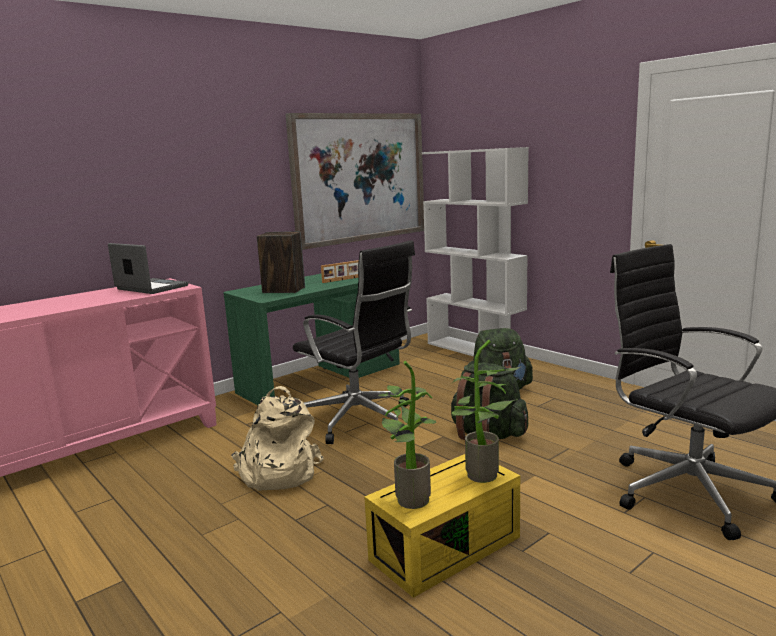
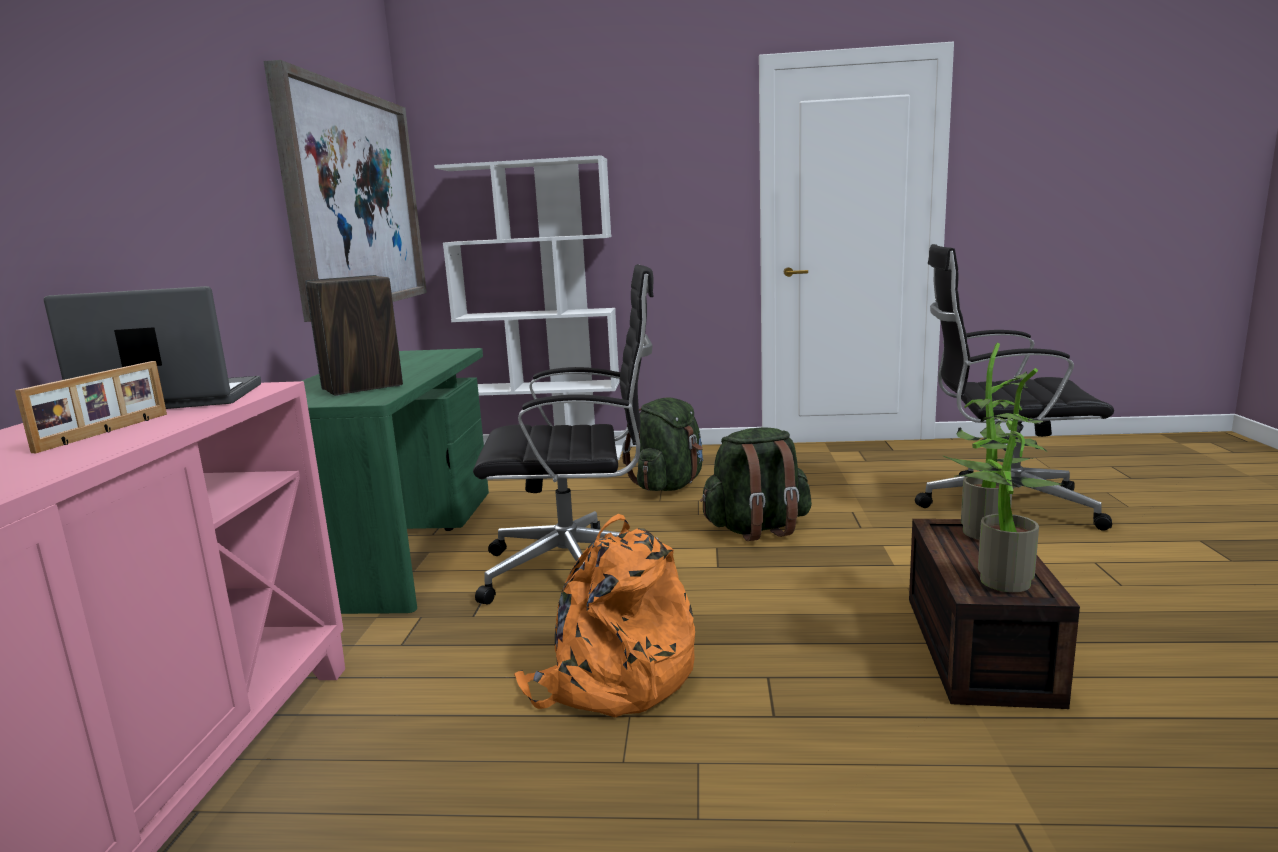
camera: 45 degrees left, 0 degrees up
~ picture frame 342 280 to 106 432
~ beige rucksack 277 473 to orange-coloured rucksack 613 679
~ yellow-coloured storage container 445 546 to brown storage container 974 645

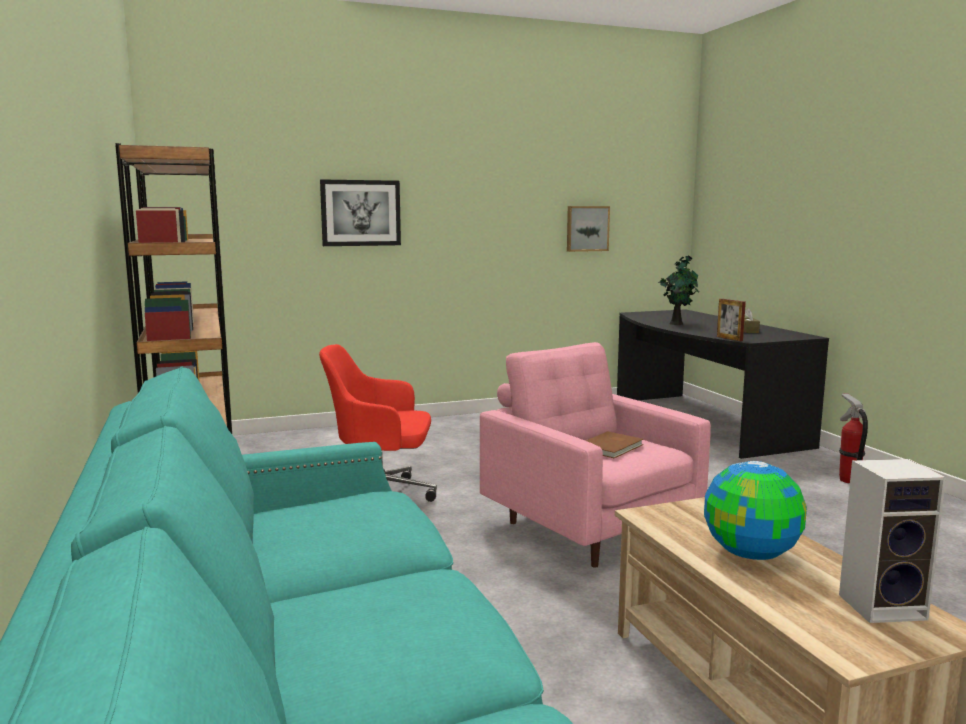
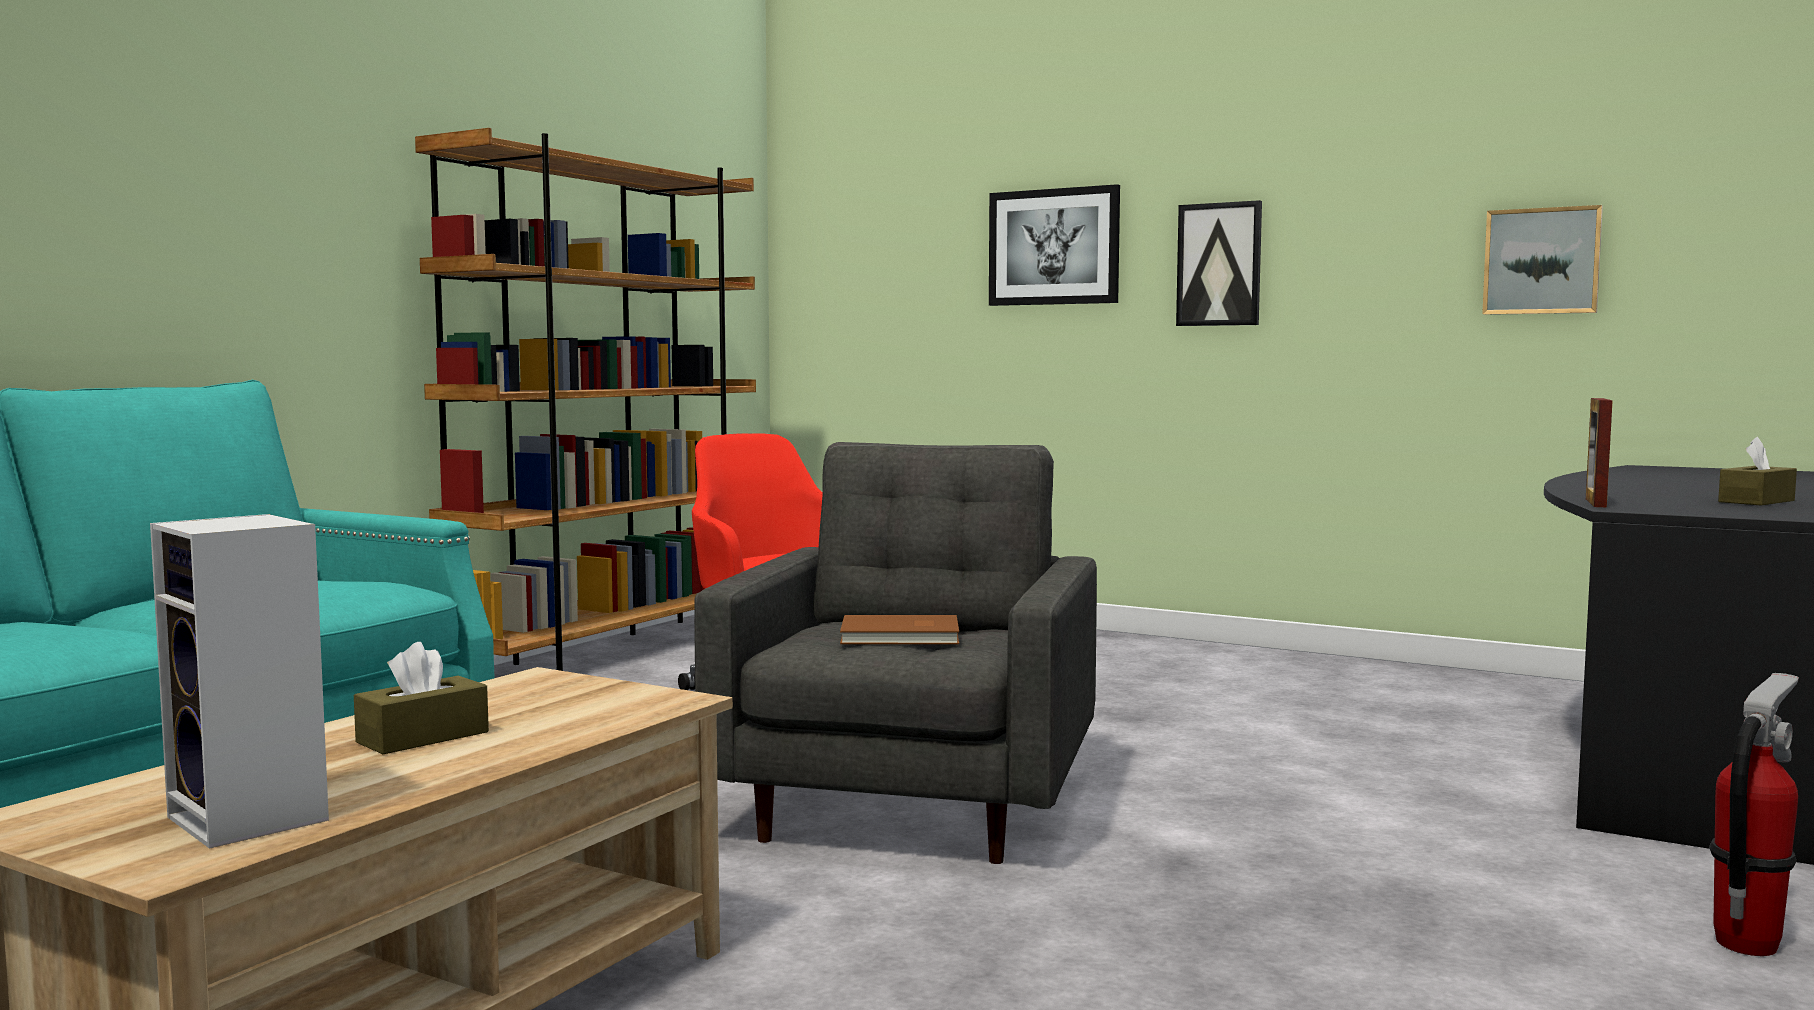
camera: 50 degrees right, 5 degrees down
~ desk globe 751 554 to brown box of tissues 423 737
~ pinkish armchair 589 527 to gray armchair 914 805
+ wall picture 1219 264
- houseplant 677 323

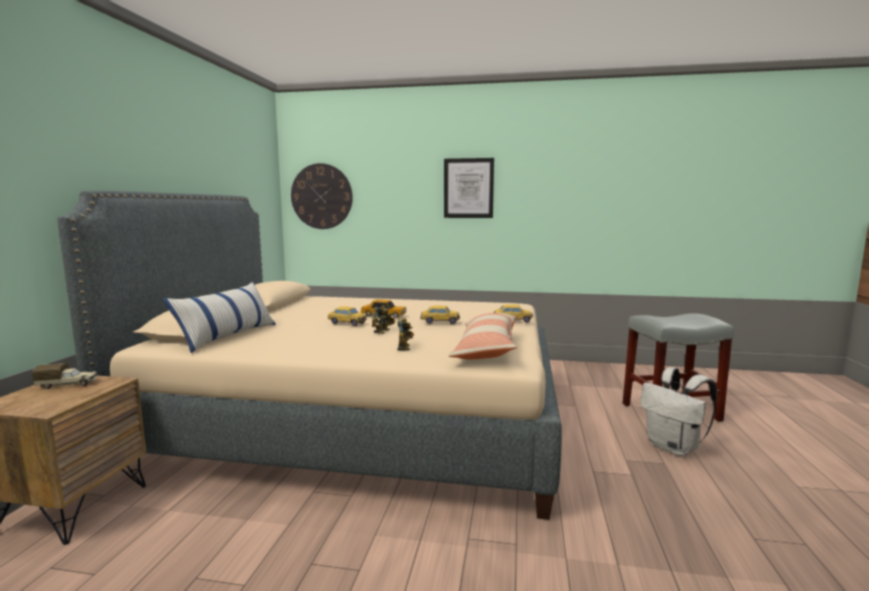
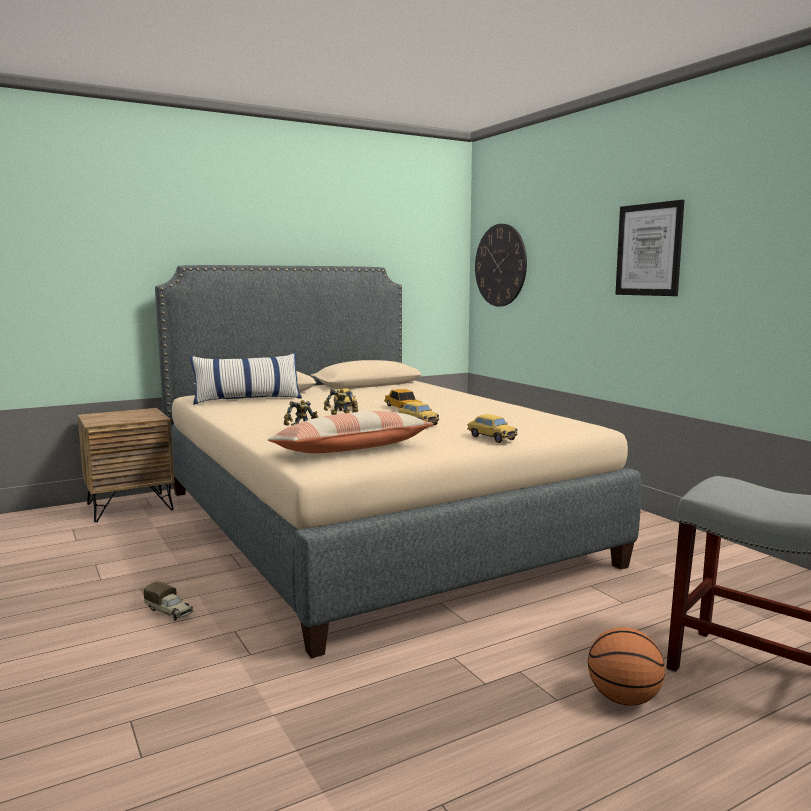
camera: 50 degrees right, 0 degrees up
~ toy truck 68 385 to 170 612
~ white-coloured rucksack 674 448 to basketball 623 699

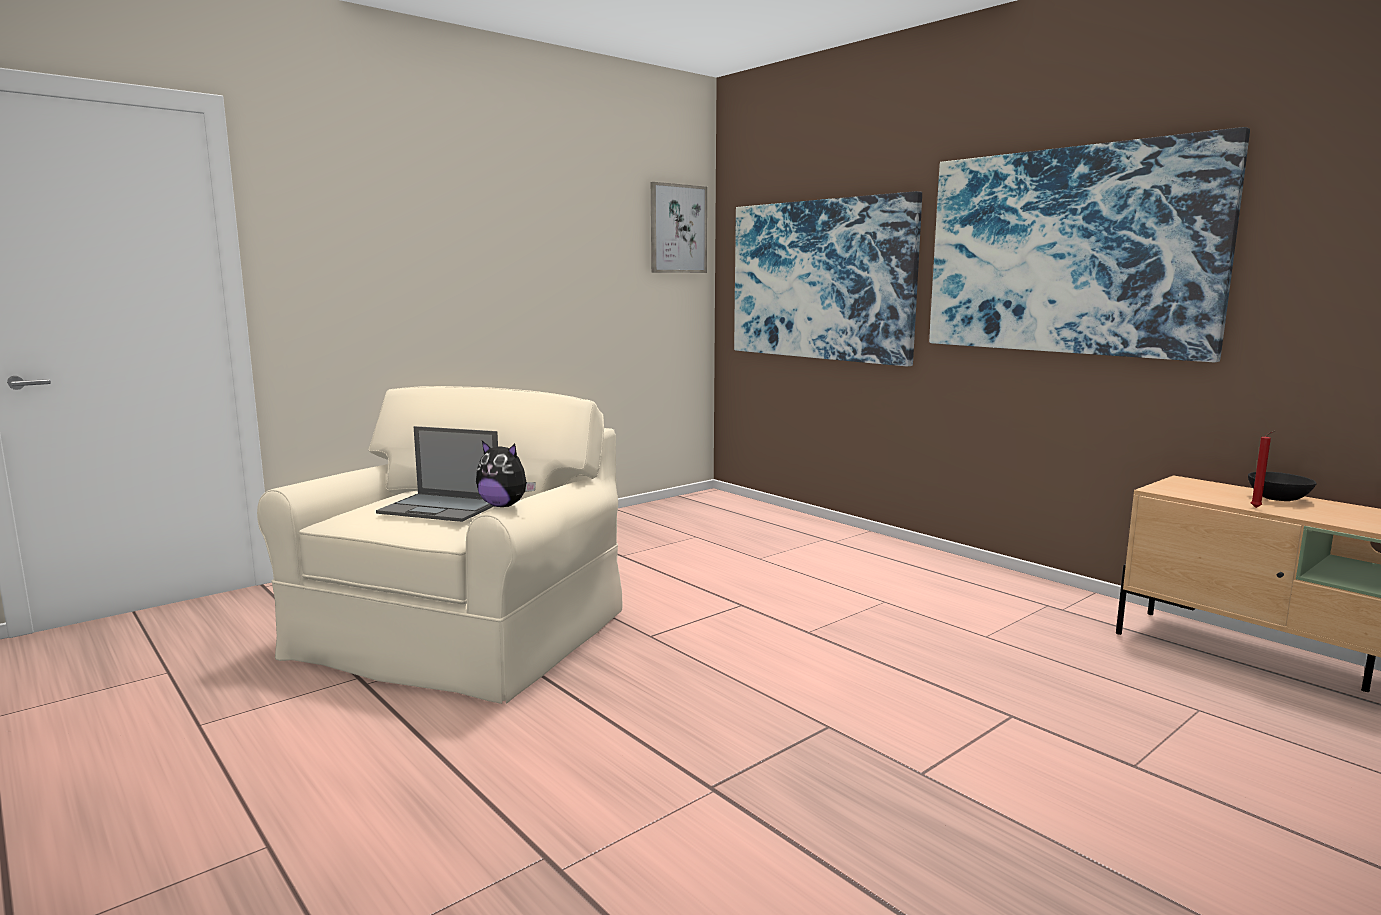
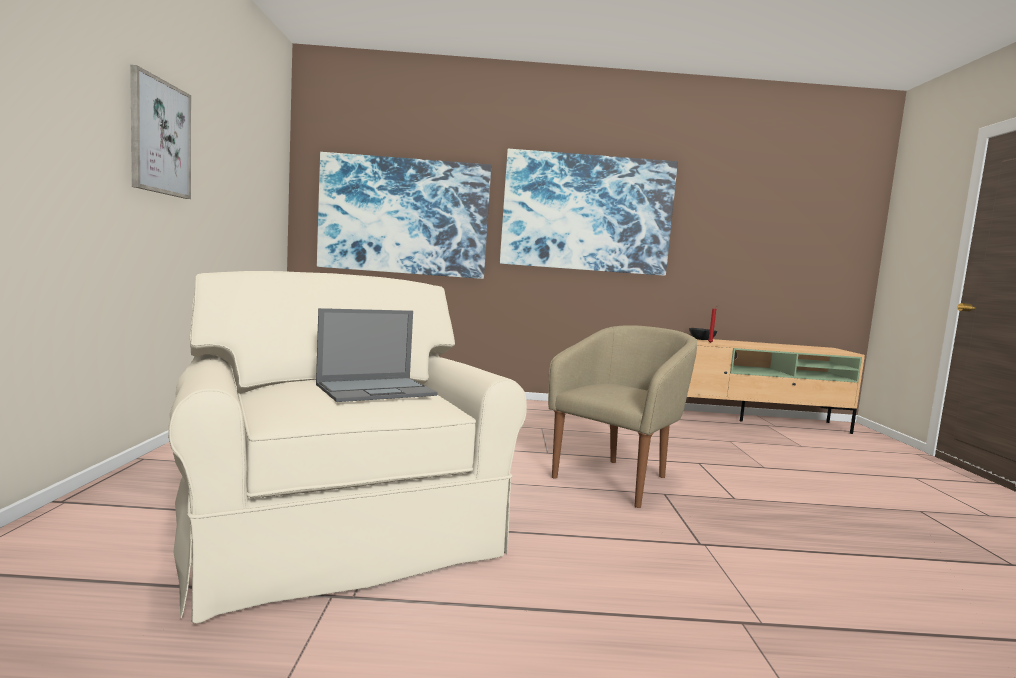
camera: 50 degrees left, 5 degrees down
~ wall picture 678 229 to 160 137
+ beige armchair 617 479
- cuddly toy 504 505

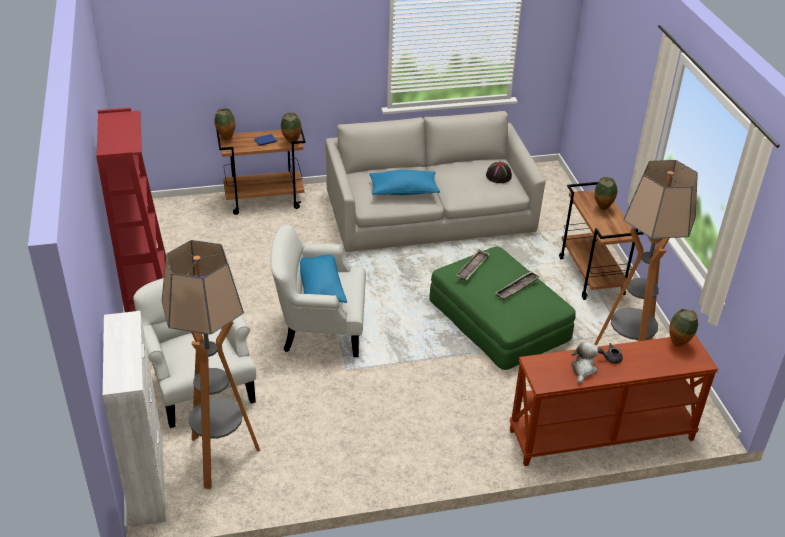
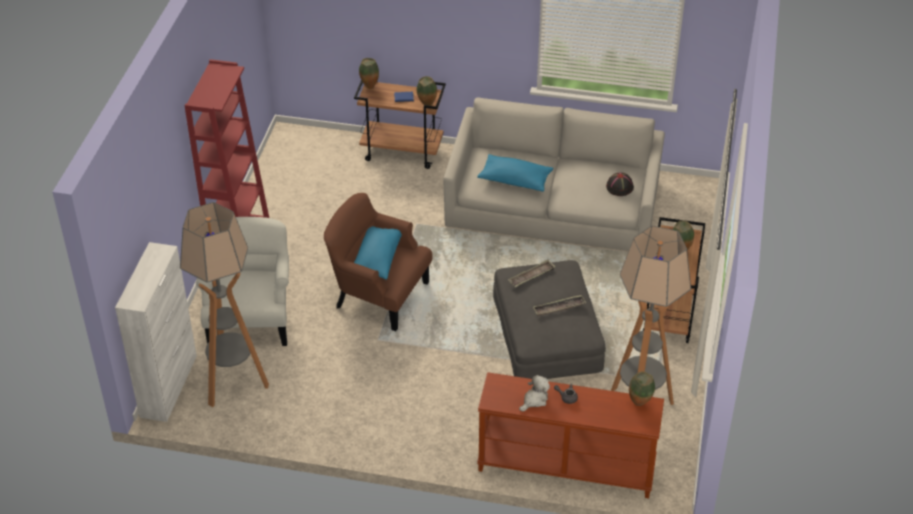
camera: 25 degrees right, 5 degrees up
~ white-coloured armchair 320 329 to brown armchair 378 295
~ green-coloured pouffe 498 319 to gray pouffe 546 332

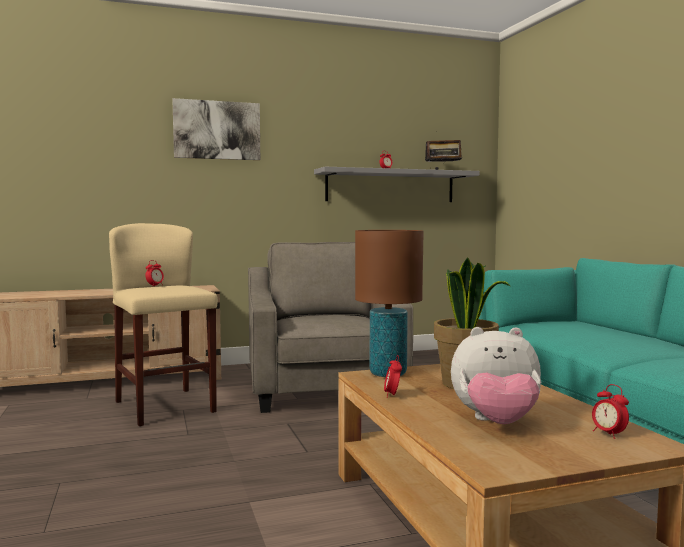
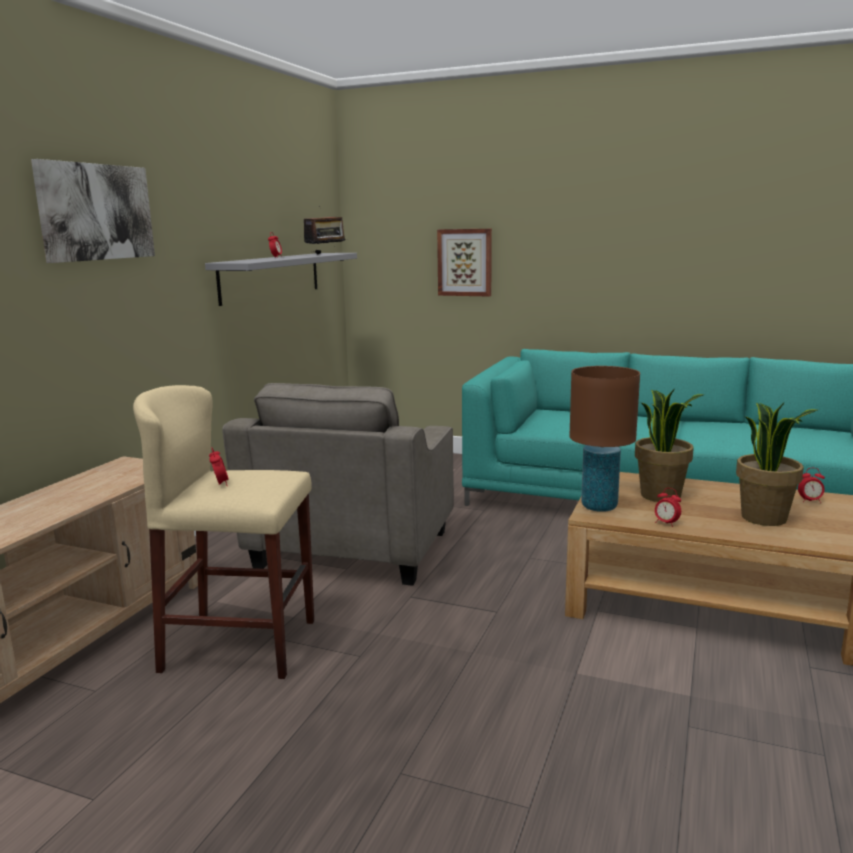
camera: 50 degrees left, 10 degrees up
~ gray armchair 325 392 = 351 550 105 degrees counterclockwise
+ wall picture 465 262
~ cuddly toy 496 423 to houseplant 765 518

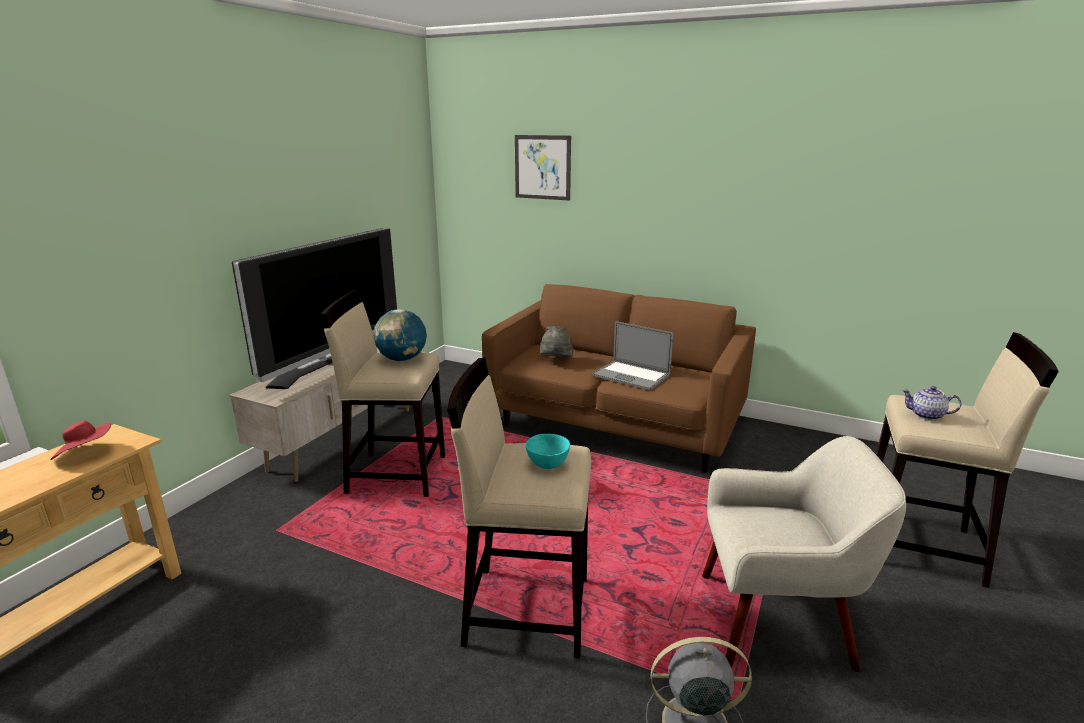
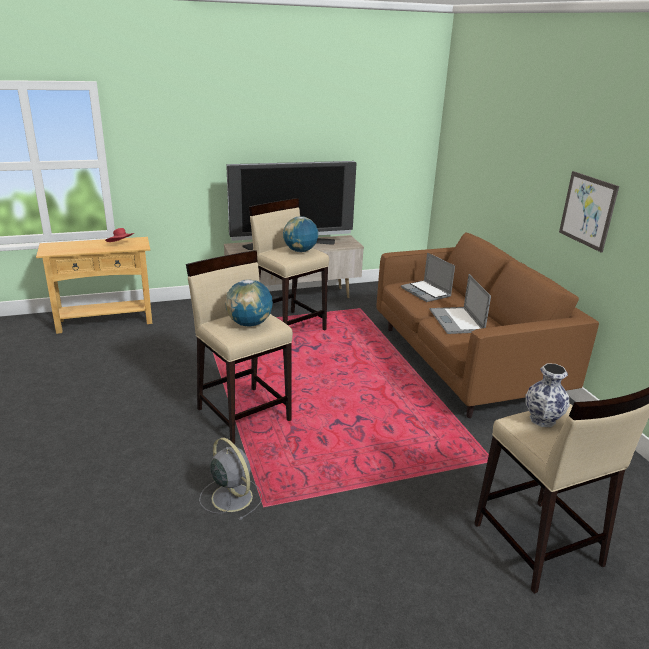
camera: 45 degrees right, 5 degrees up
~ turquoise-coloured deep dish 547 465 to desk globe 249 324
~ gray wearable hat 555 361 to notebook computer 426 292
~ pot for tea 927 415 to decorative vase 542 420
~ wall picture 542 167 to 587 210
- beige armchair 777 621

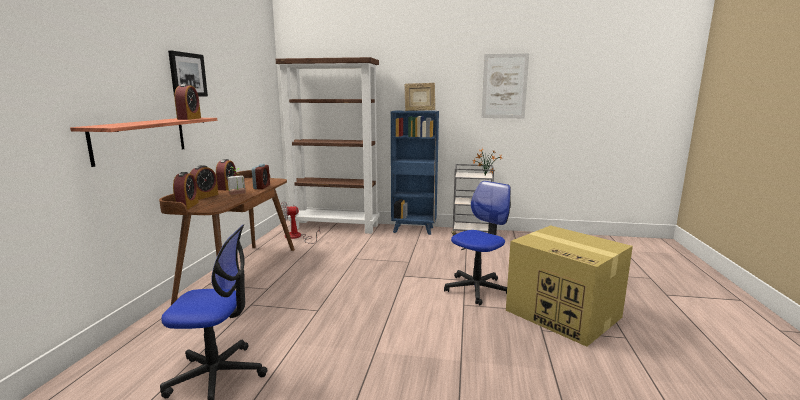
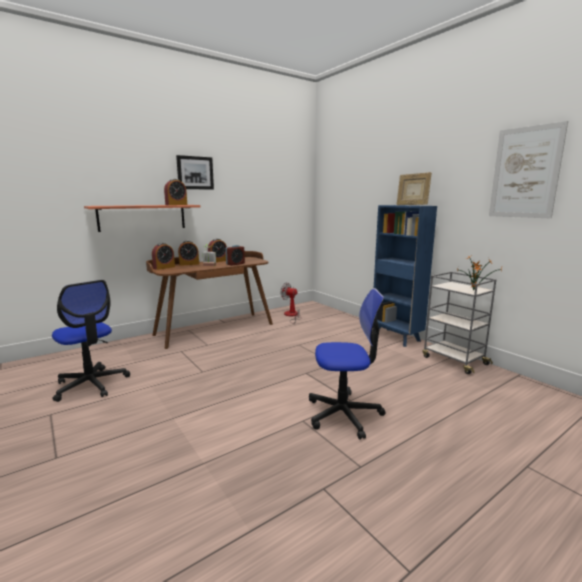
camera: 45 degrees right, 0 degrees up
- brown bookshelf 335 227
- packing box 564 314

